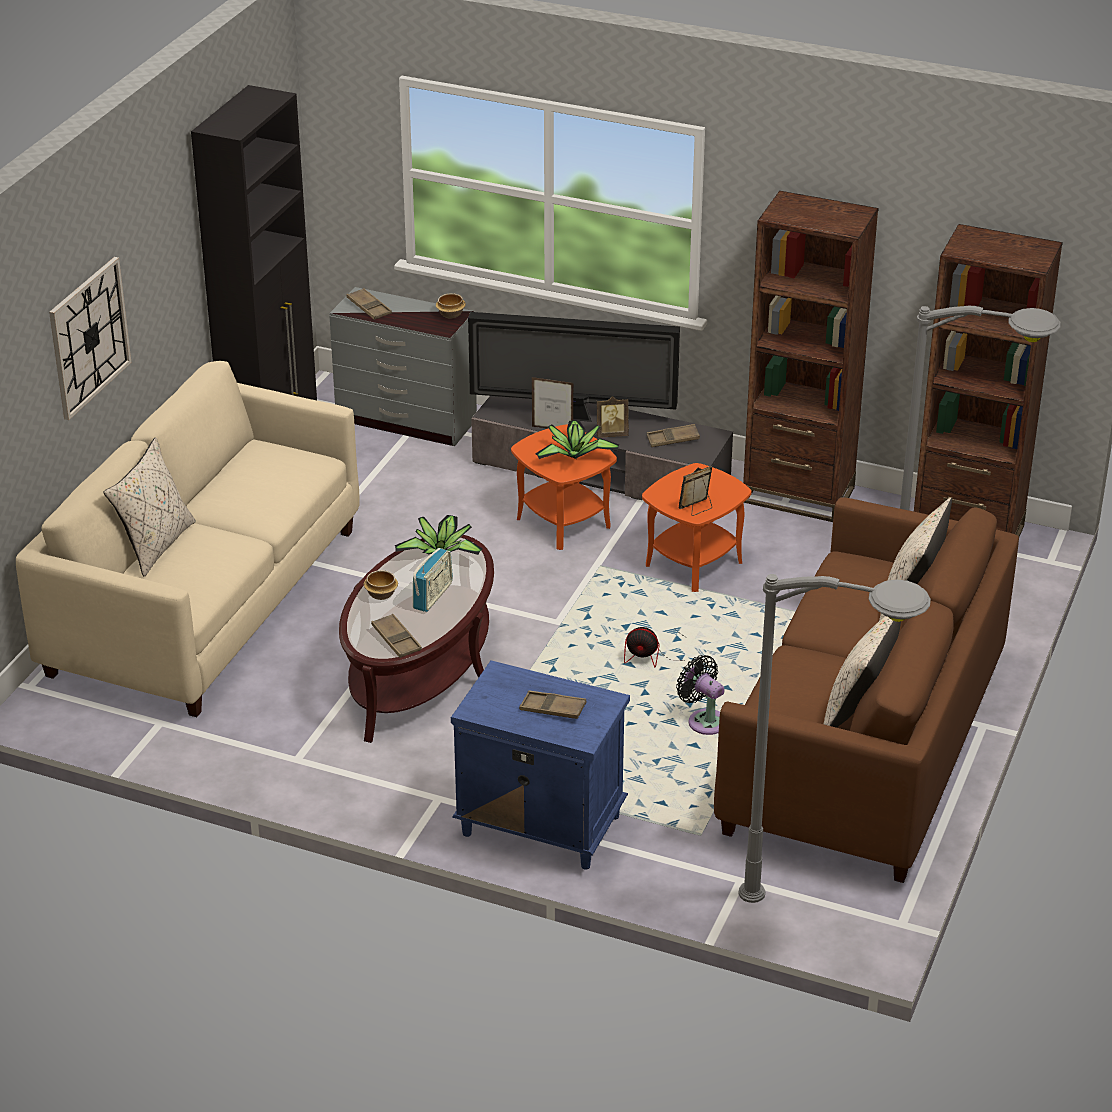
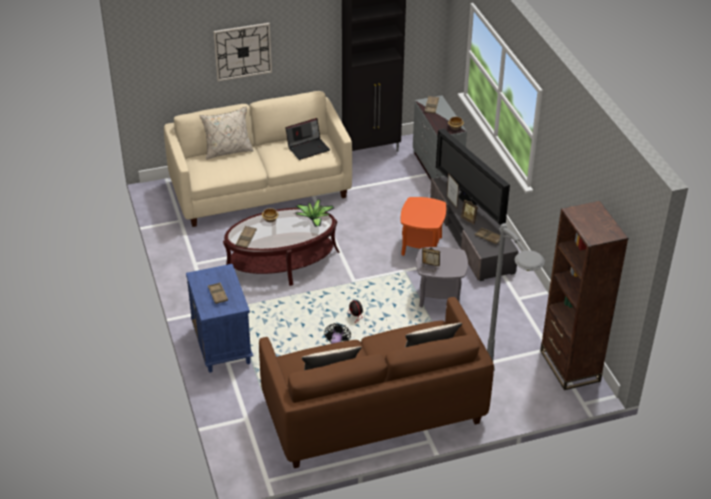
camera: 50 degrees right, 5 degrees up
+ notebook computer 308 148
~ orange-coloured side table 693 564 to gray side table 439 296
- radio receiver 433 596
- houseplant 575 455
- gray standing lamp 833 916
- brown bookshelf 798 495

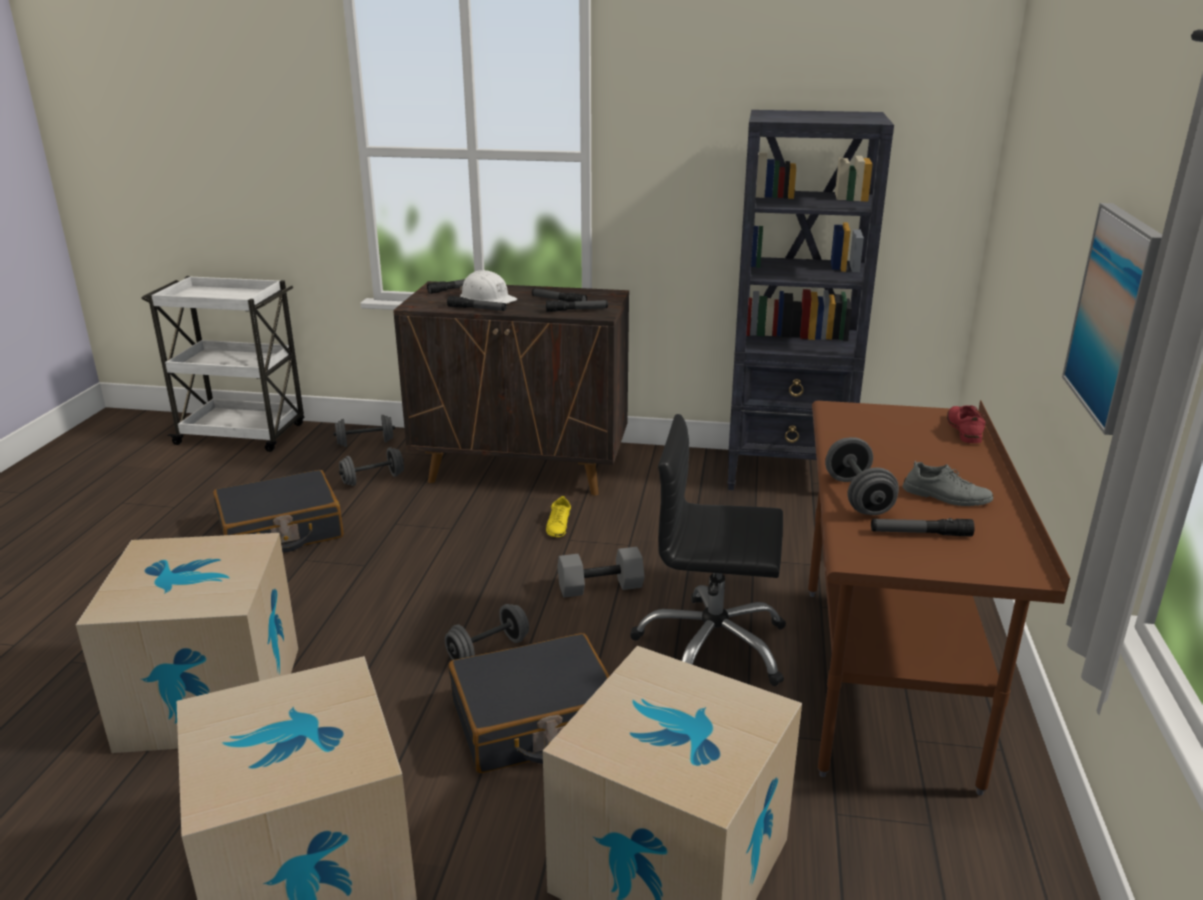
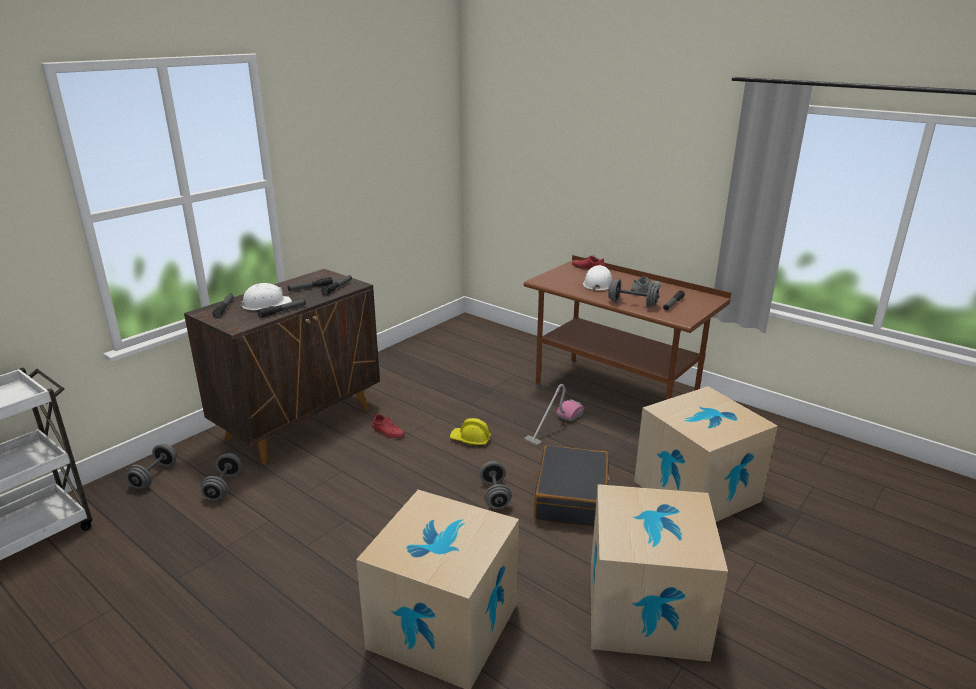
camera: 60 degrees left, 0 degrees up
~ yellow-coloured low shoe 558 525 to reddish low shoe 388 431
~ gray hand weight 600 588 to yellow-coloured safety helmet 470 440
~ black-coloured desk chair 712 647 to hoover 554 426
+ white-coloured safety helmet 598 284
- black-coloured travel case 281 531
- black-coloured bookshelf 787 474
- wall picture 1115 315

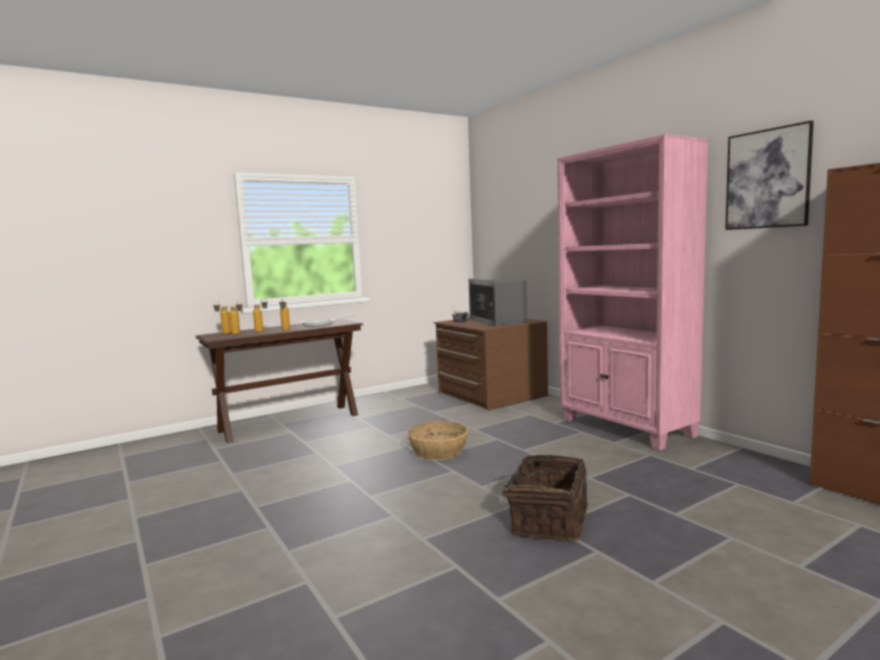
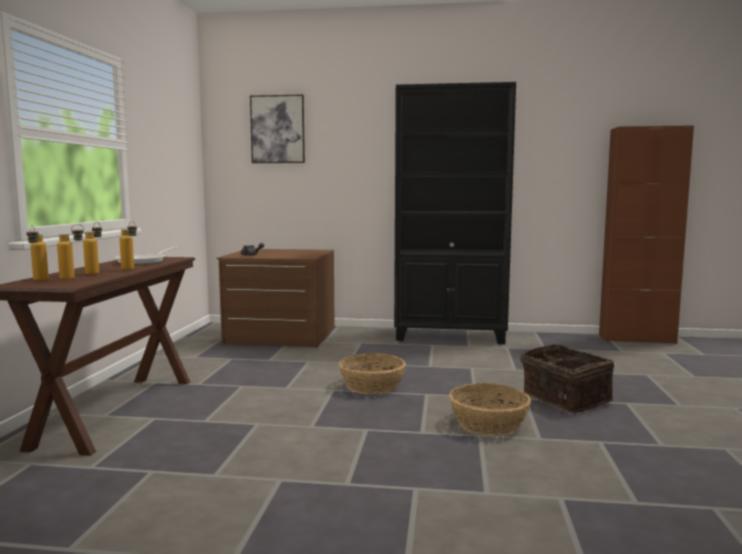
camera: 50 degrees left, 0 degrees up
~ wall picture 767 179 to 277 129
~ pinkish bookshelf 626 428 to black-coloured bookshelf 451 336
+ basket 488 423
- microwave oven 498 321

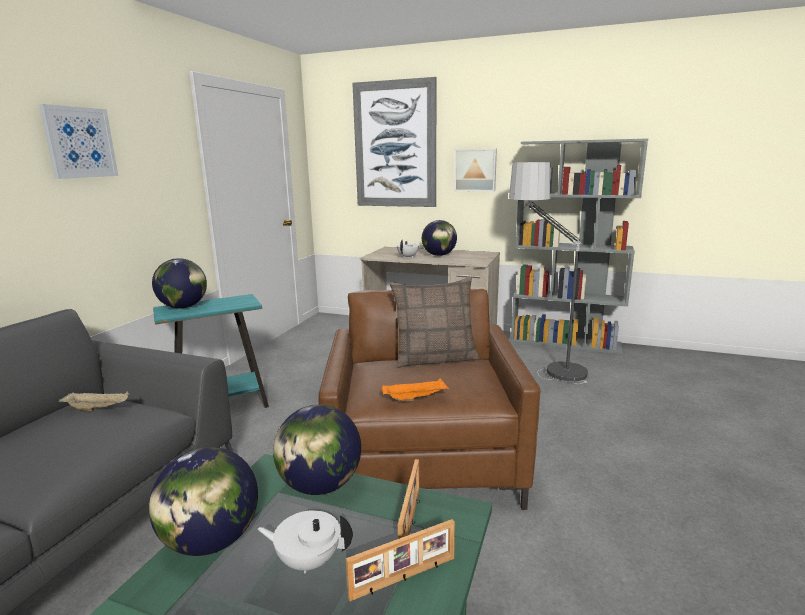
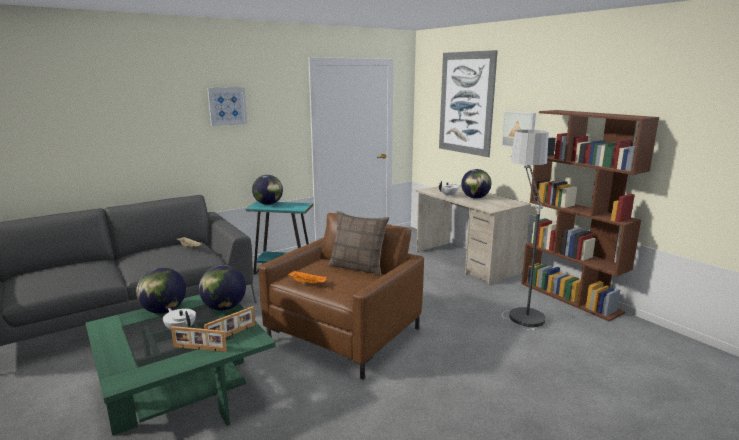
camera: 35 degrees right, 0 degrees up
~ gray bookshelf 565 342 to brown bookshelf 570 297

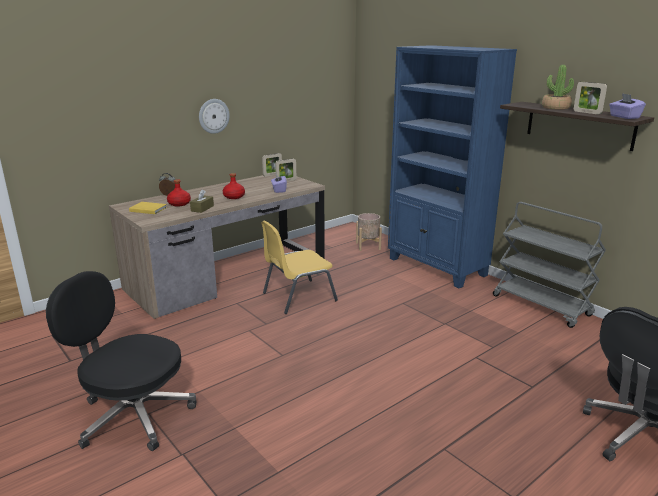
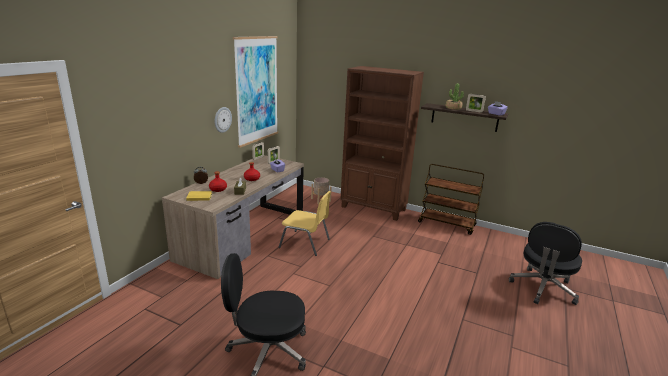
camera: 25 degrees left, 0 degrees up
+ wall picture 256 90
~ yellow-coloured upright chair 298 297 = 305 243 105 degrees counterclockwise
~ bluish bookshelf 437 267 to brown bookshelf 373 208
~ gray trolley 542 306 to brown trolley 447 224

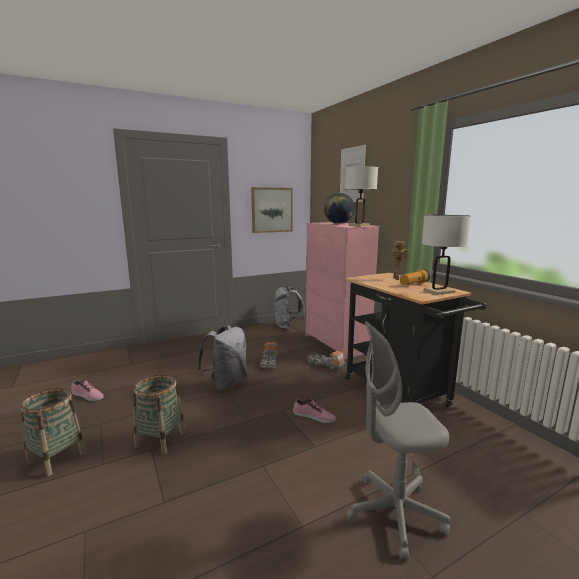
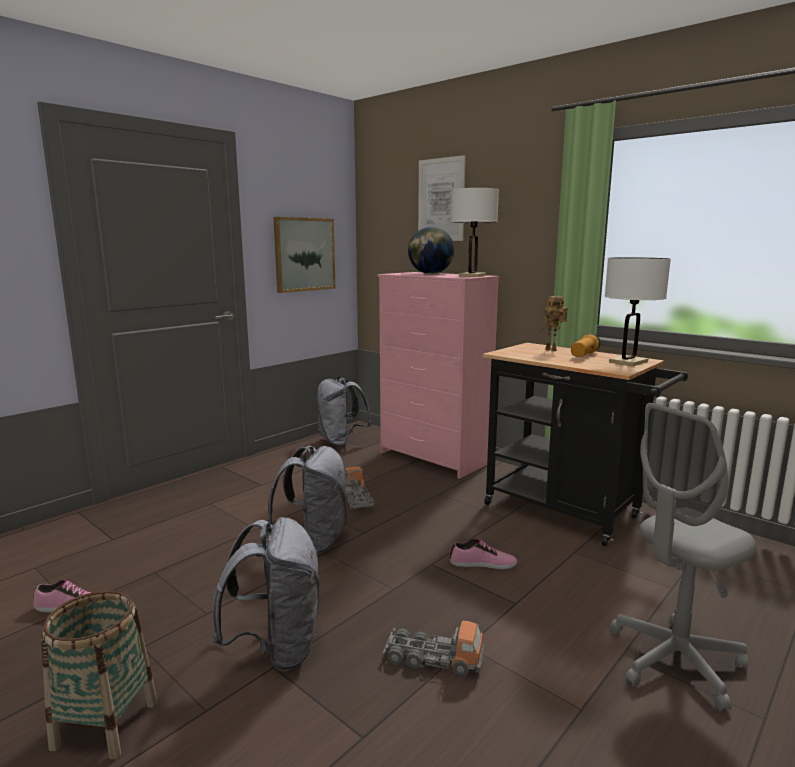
camera: 20 degrees left, 0 degrees up
~ basket 160 439 to gray rucksack 276 648
~ toy truck 325 364 to 433 659

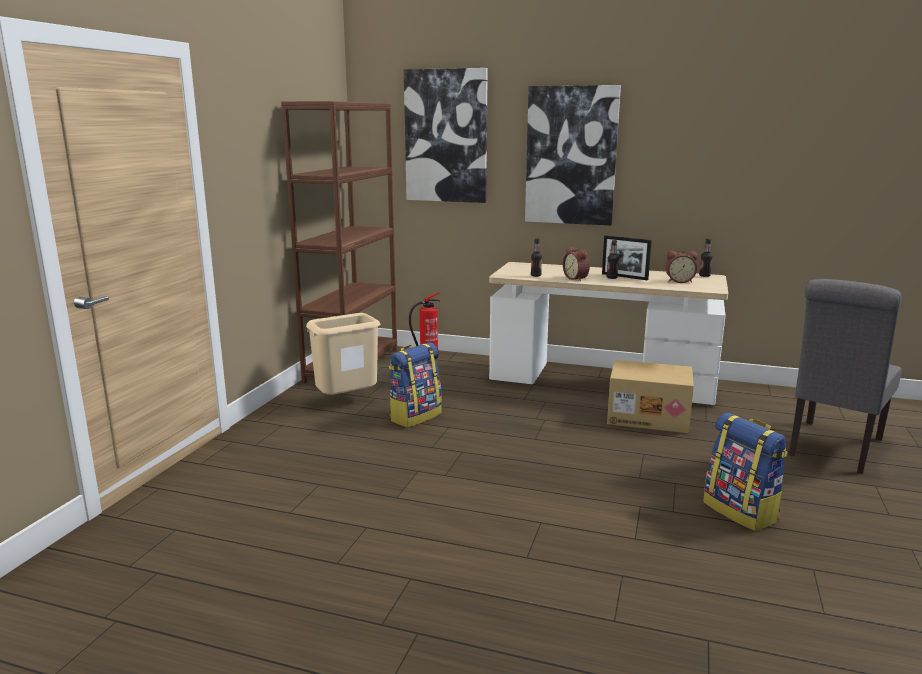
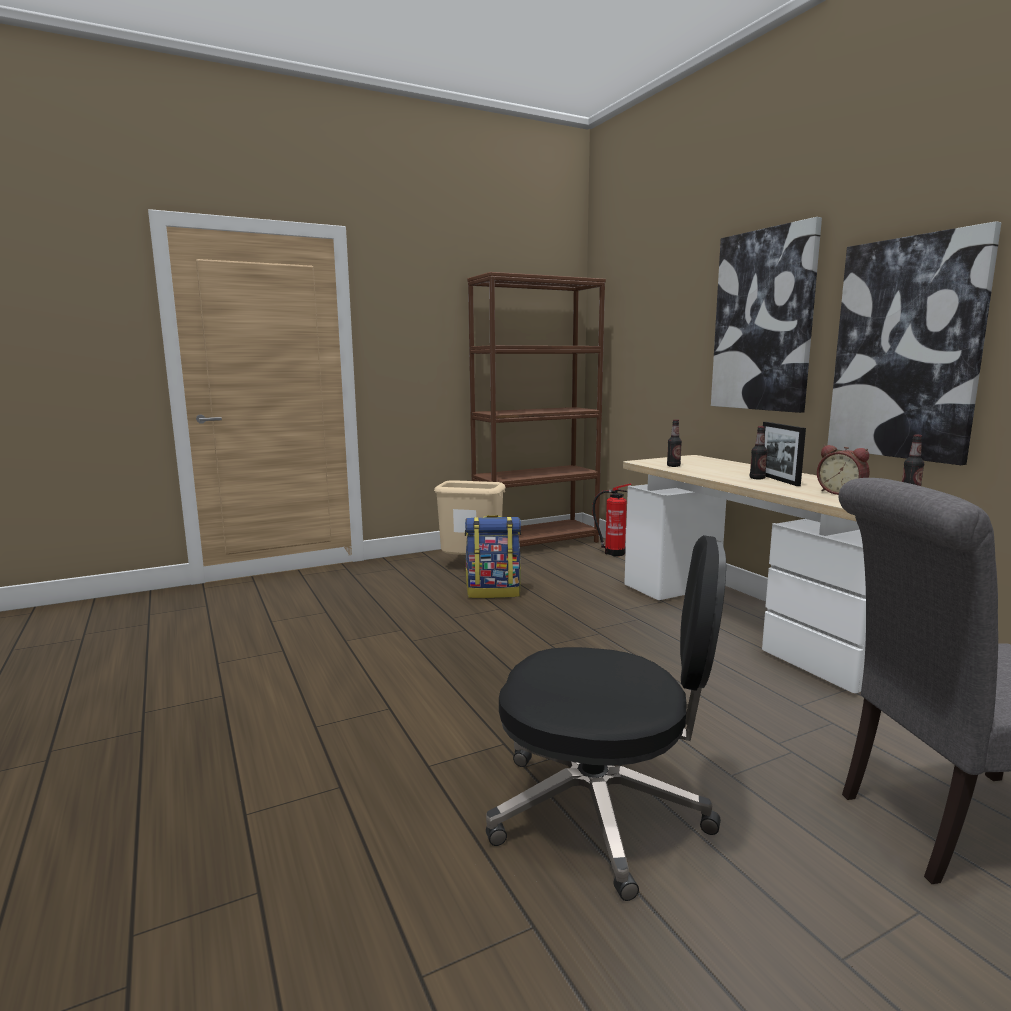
camera: 45 degrees right, 5 degrees down
~ rucksack 741 511 to black-coloured desk chair 602 812
~ wall picture 446 136 to 906 349
- table clock 576 278
- packing box 649 417

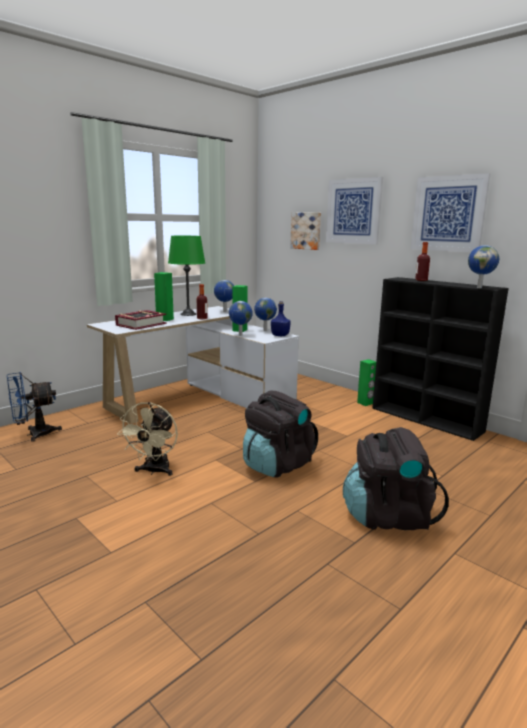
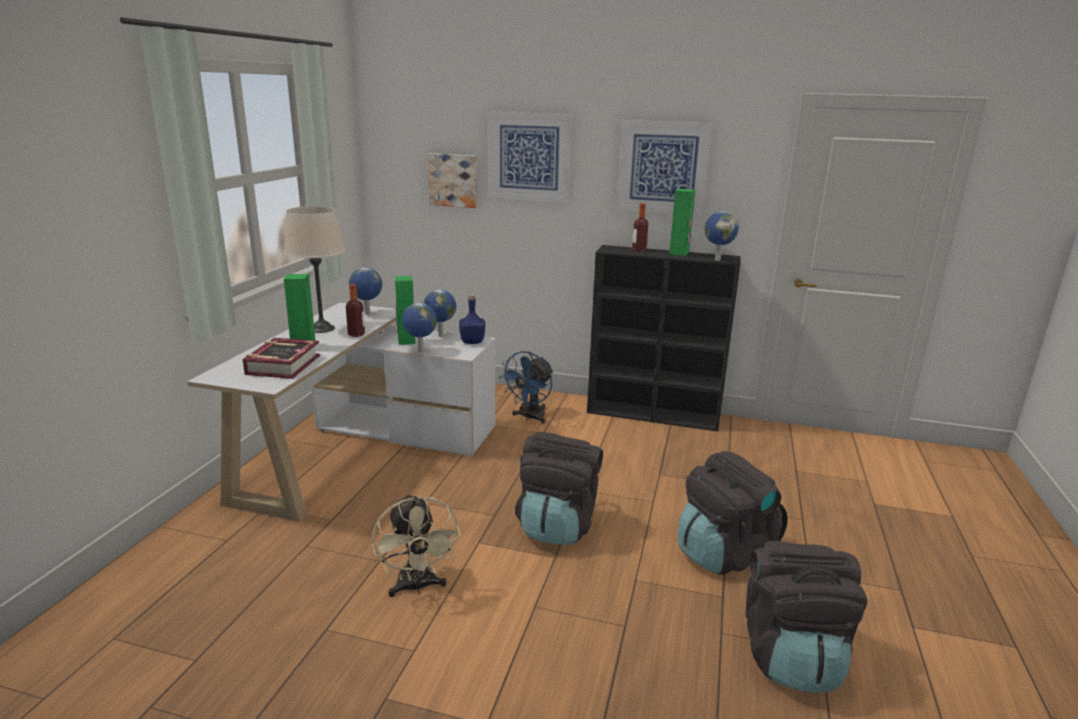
camera: 30 degrees left, 5 degrees up
~ green-coloured table lamp 188 314 to beige table lamp 322 328
~ bluish cooling fan 34 434 to 529 417
~ green-coloured audio speaker 365 403 to 679 253
+ black-coloured rucksack 791 656

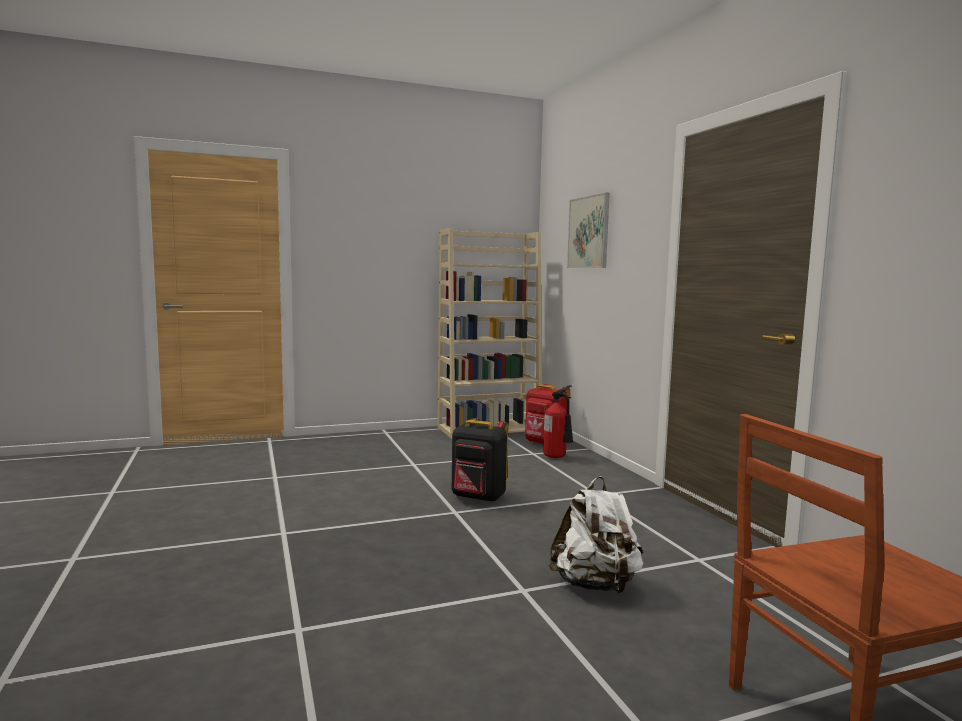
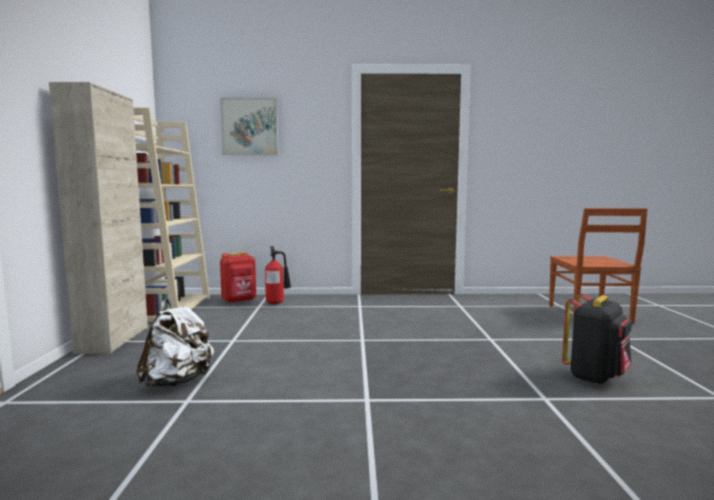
camera: 70 degrees left, 0 degrees up
+ beige storage cabinet 114 339
~ white-coloured rucksack 595 585 to 178 382
~ black-coloured rucksack 478 498 to 595 377

